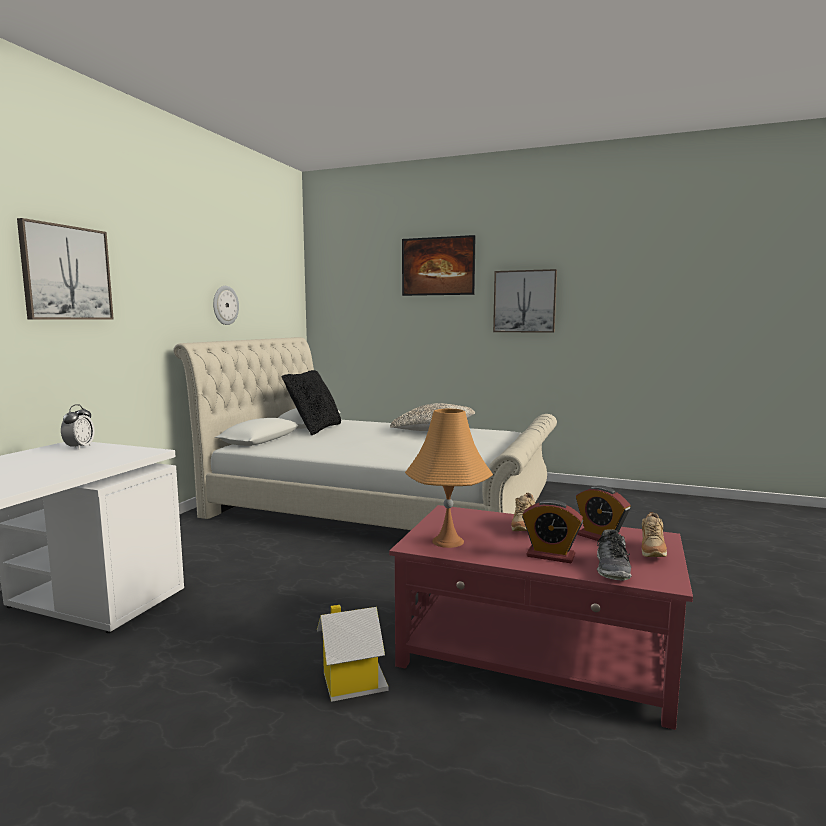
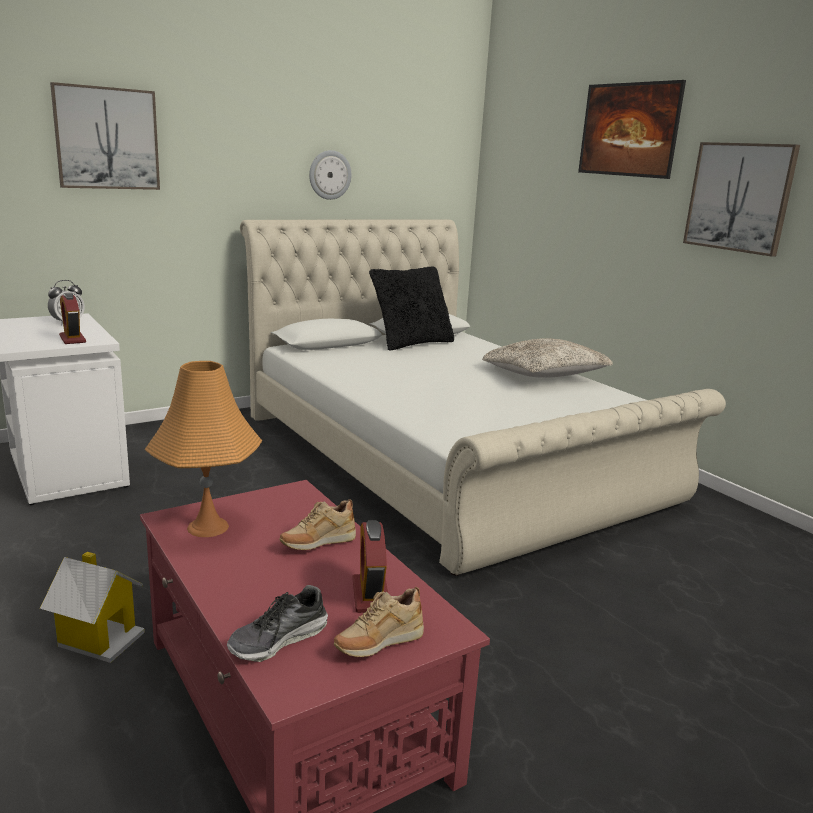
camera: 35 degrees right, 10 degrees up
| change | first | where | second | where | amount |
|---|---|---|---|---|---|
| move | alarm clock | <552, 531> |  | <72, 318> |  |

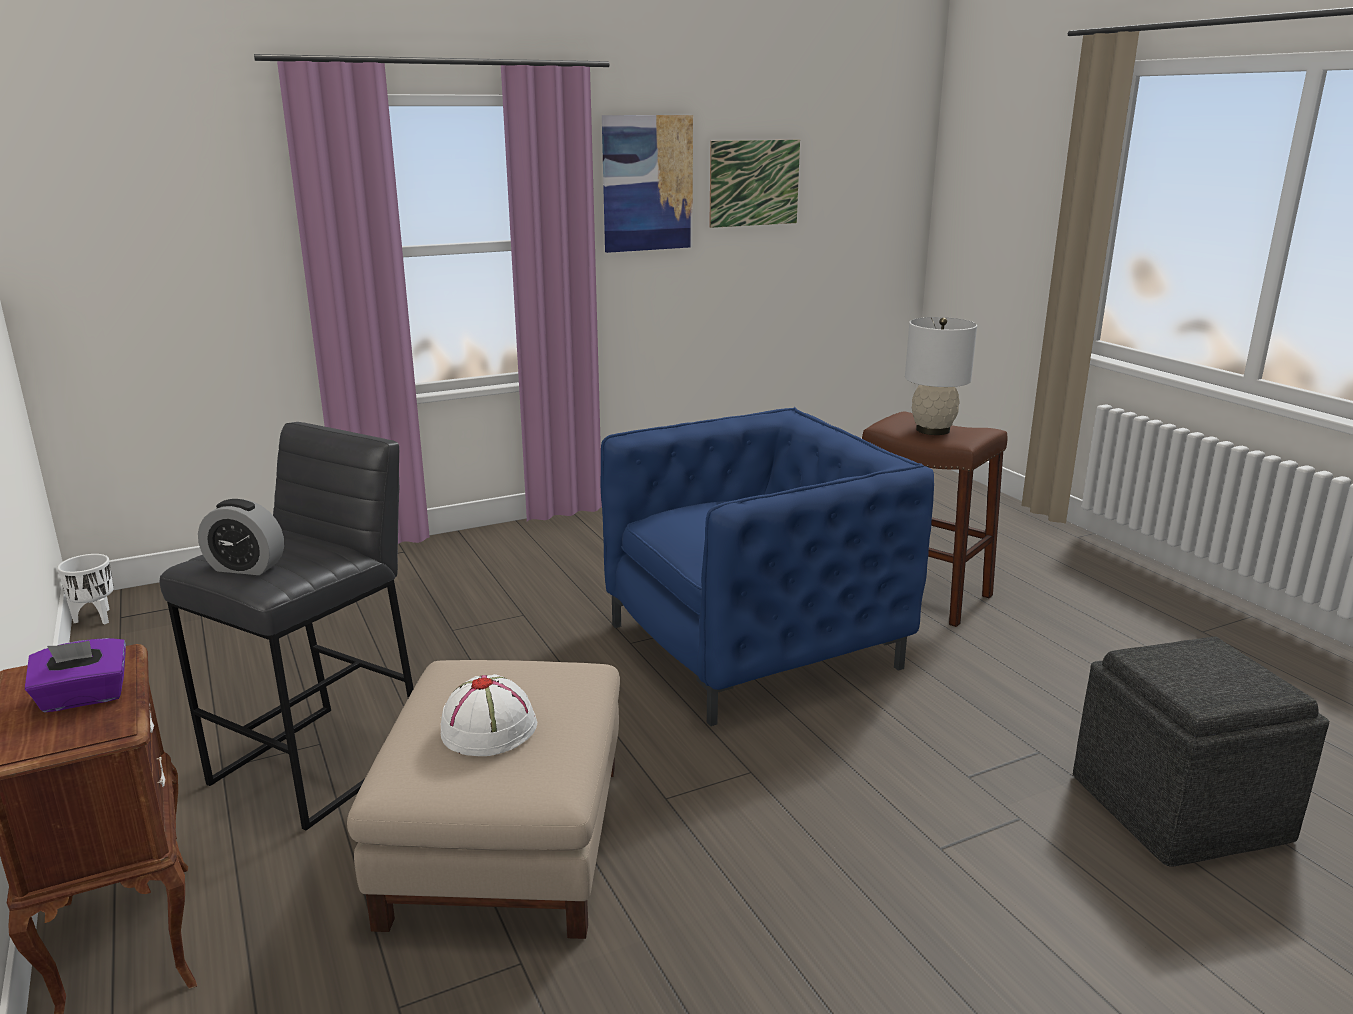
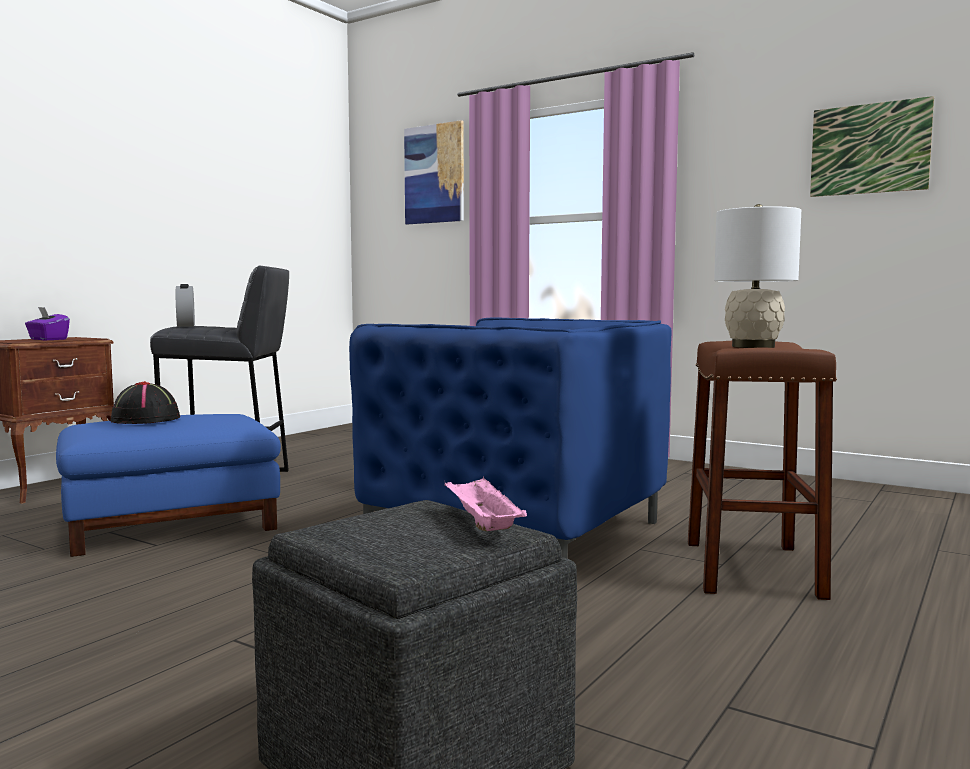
camera: 60 degrees right, 15 degrees down
| change | first | where | second | where | amount |
|---|---|---|---|---|---|
| delete | planter (white) | <85, 589> |  |  |  |
| recolor | ottoman (beige) | <483, 799> | ottoman (blue) | <168, 485> |  |
| recolor | hat (white) | <489, 715> | hat (black) | <145, 402> |  |
| move | picture | <647, 184> |  | <434, 172> |  |
| insert |  |  | tray (pink) | <485, 503> |  |

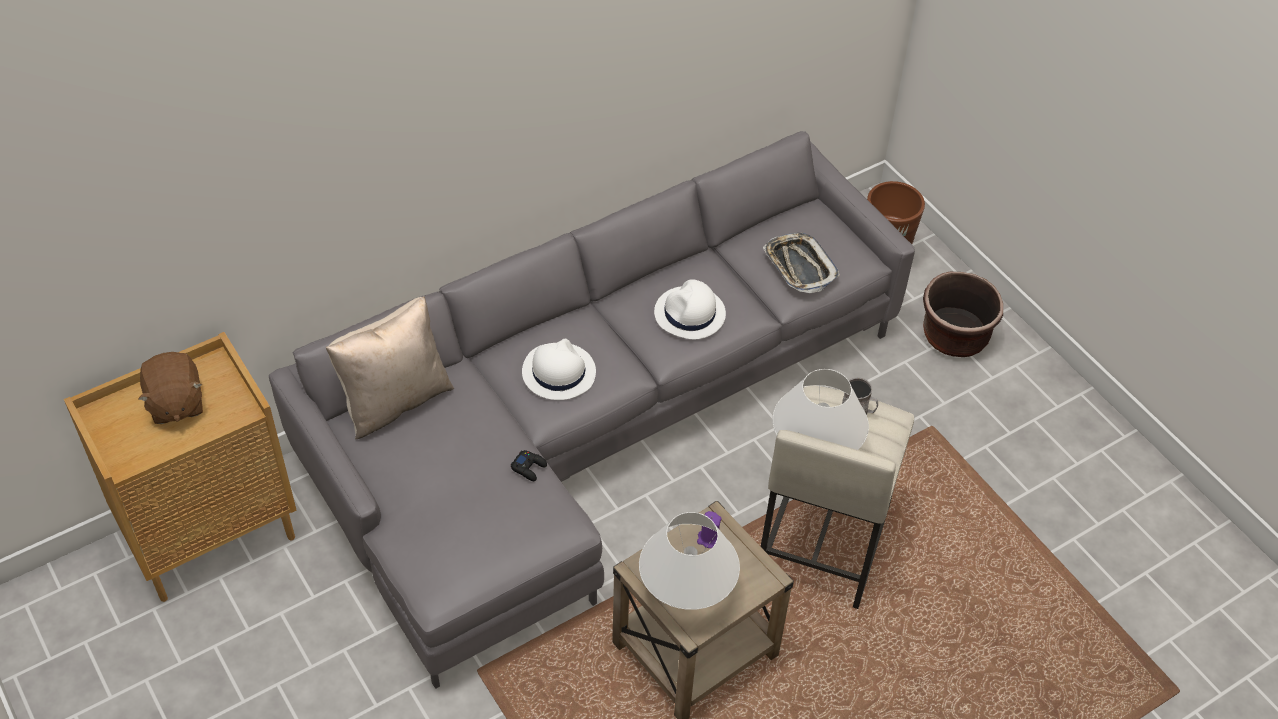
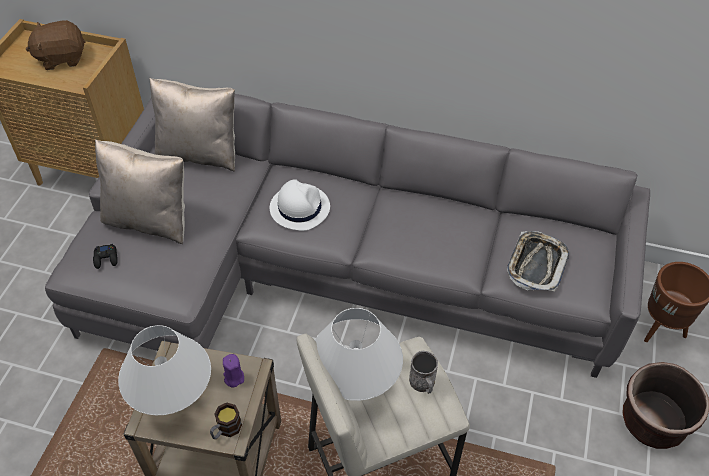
camera: 50 degrees right, 0 degrees up
| change | first | where | second | where | amount |
|---|---|---|---|---|---|
| rotate | plush toy (brown) | <170, 388> |  | <55, 45> | 45 degrees clockwise |
| move | game controller (black) | <529, 465> |  | <105, 256> |  |
| delete | hat (white) | <690, 309> |  |  |  |
| insert |  |  | pillow (beige) | <140, 191> |  |
| insert |  |  | mug | <226, 420> |  |

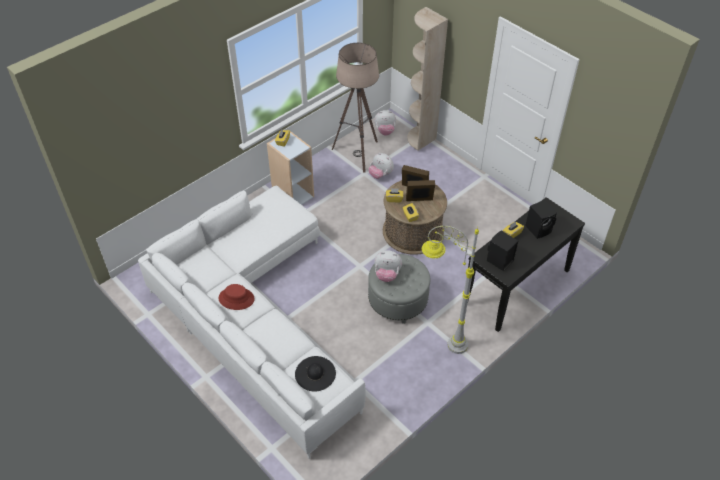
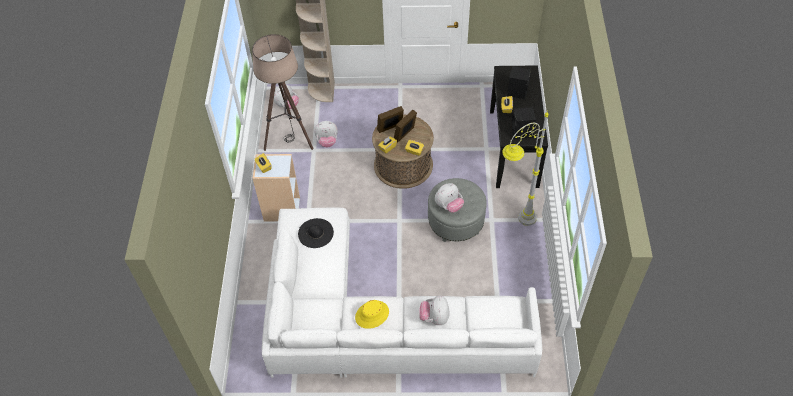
camera: 45 degrees left, 5 degrees up
| change | first | where | second | where | amount |
|---|---|---|---|---|---|
| recolor | hat (red) | <237, 297> | hat (yellow) | <372, 314> |  |
| move | hat (black) | <315, 374> |  | <316, 233> |  |
| insert |  |  | plush toy | <434, 310> |  |

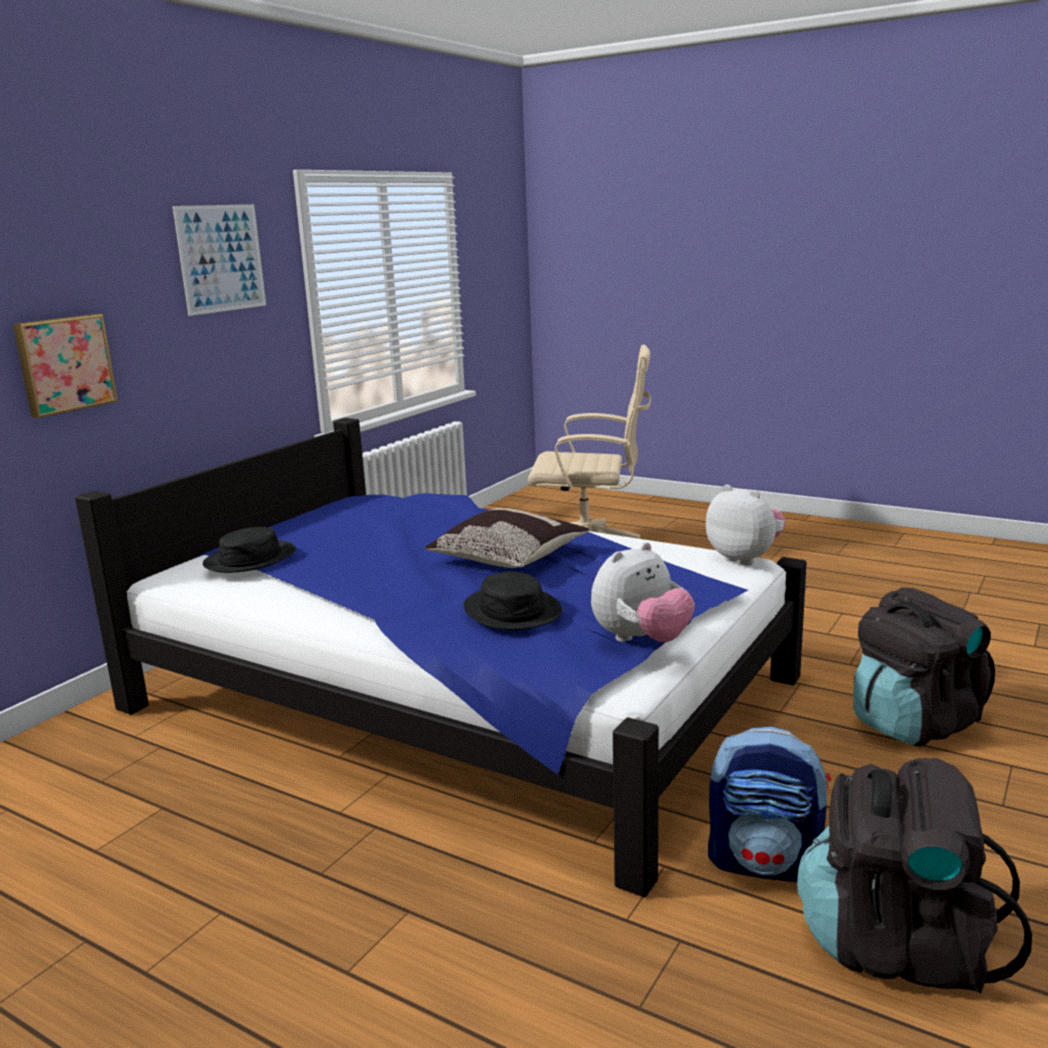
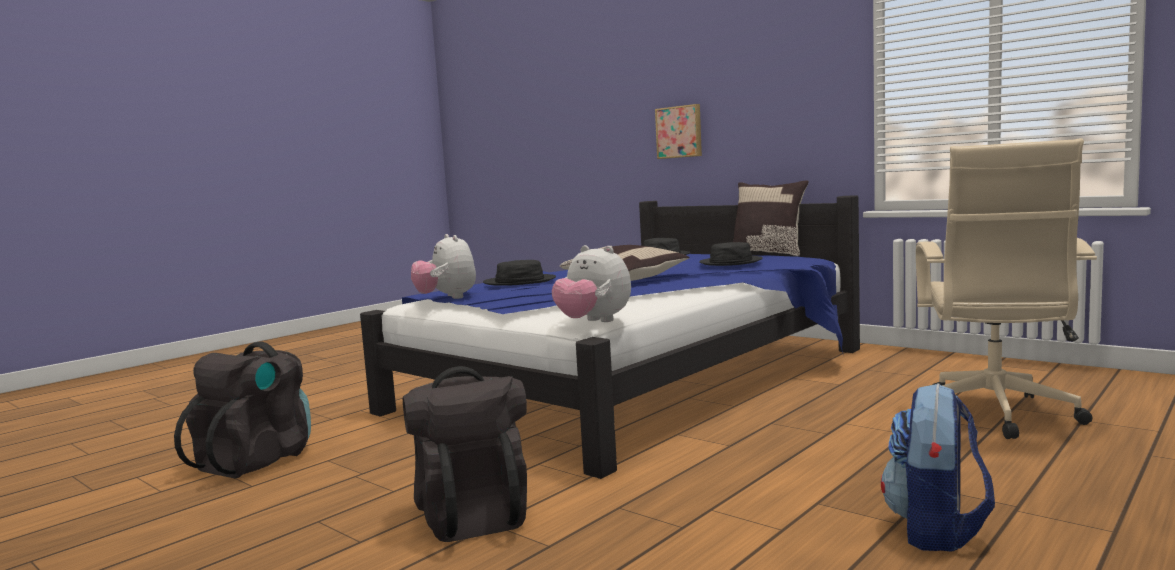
camera: 100 degrees right, 10 degrees down
| change | first | where | second | where | amount |
|---|---|---|---|---|---|
| delete | picture | <219, 260> |  |  |  |
| rotate | plush toy | <746, 525> |  | <591, 283> | 75 degrees clockwise |
| move | backpack | <769, 804> |  | <938, 467> |  |
| insert |  |  | hat (black) | <731, 254> |  |
| insert |  |  | pillow | <771, 218> |  |

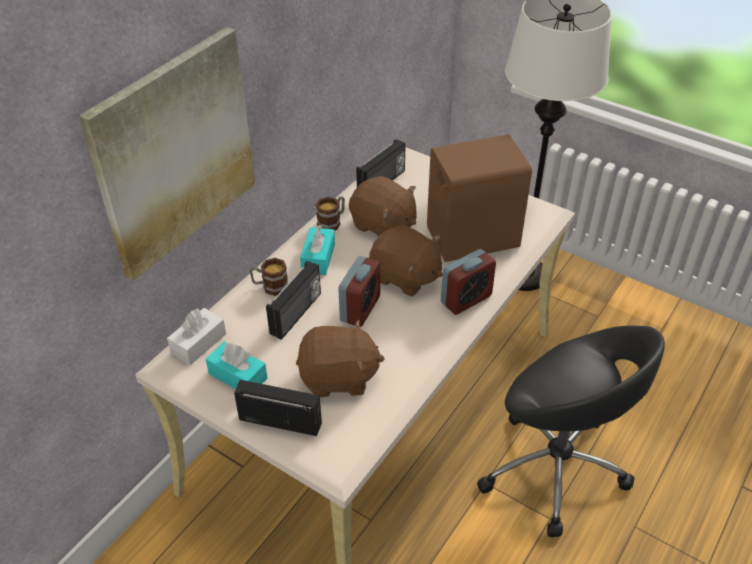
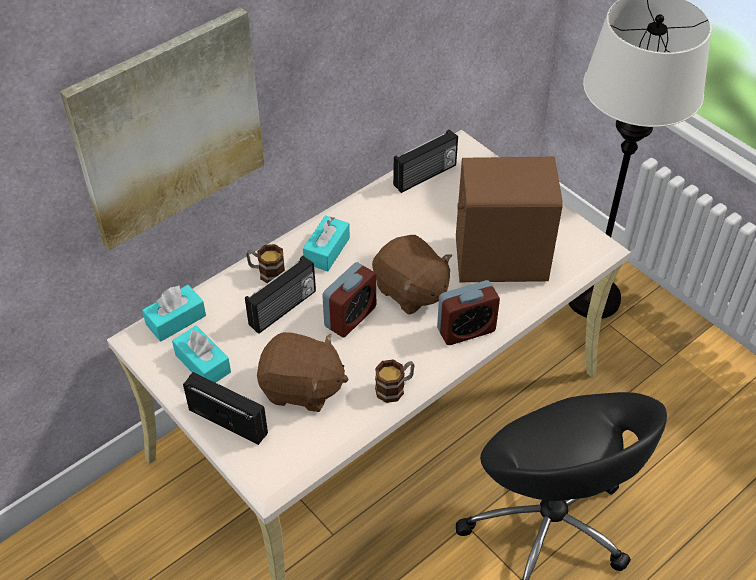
camera: 15 degrees right, 5 degrees up
| change | first | where | second | where | amount |
|---|---|---|---|---|---|
| recolor | tissue box (white) | <196, 336> | tissue box (turquoise) | <174, 313> |  |
| move | mug | <330, 213> |  | <395, 381> |  |
| delete | plush toy (brown) | <383, 206> |  |  |  |

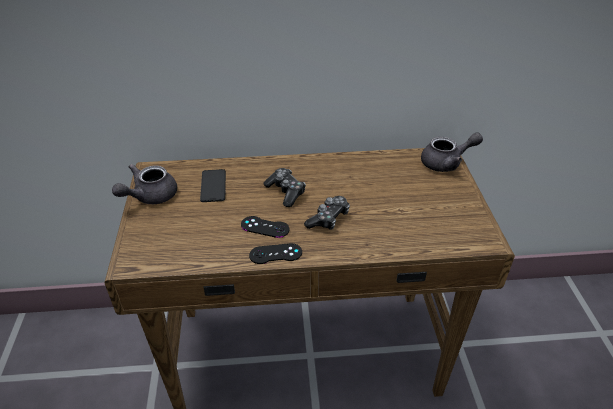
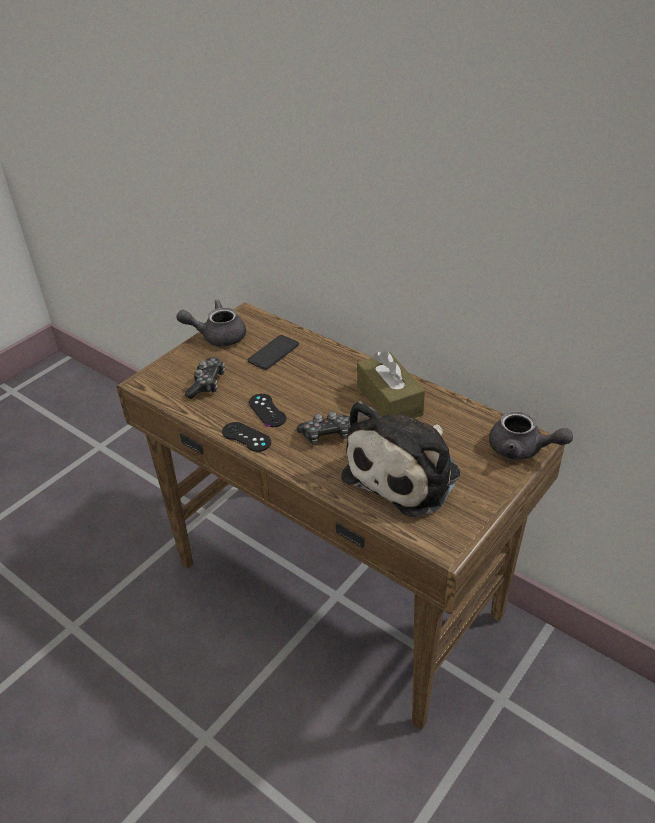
camera: 45 degrees right, 0 degrees up
| change | first | where | second | where | amount |
|---|---|---|---|---|---|
| move | game controller | <284, 187> |  | <205, 378> |  |
| insert |  |  | plush toy | <400, 459> |  |
| insert |  |  | tissue box (brown) | <391, 384> |  |

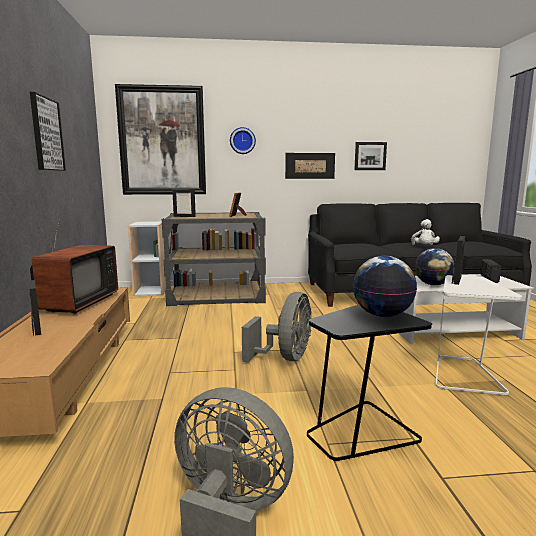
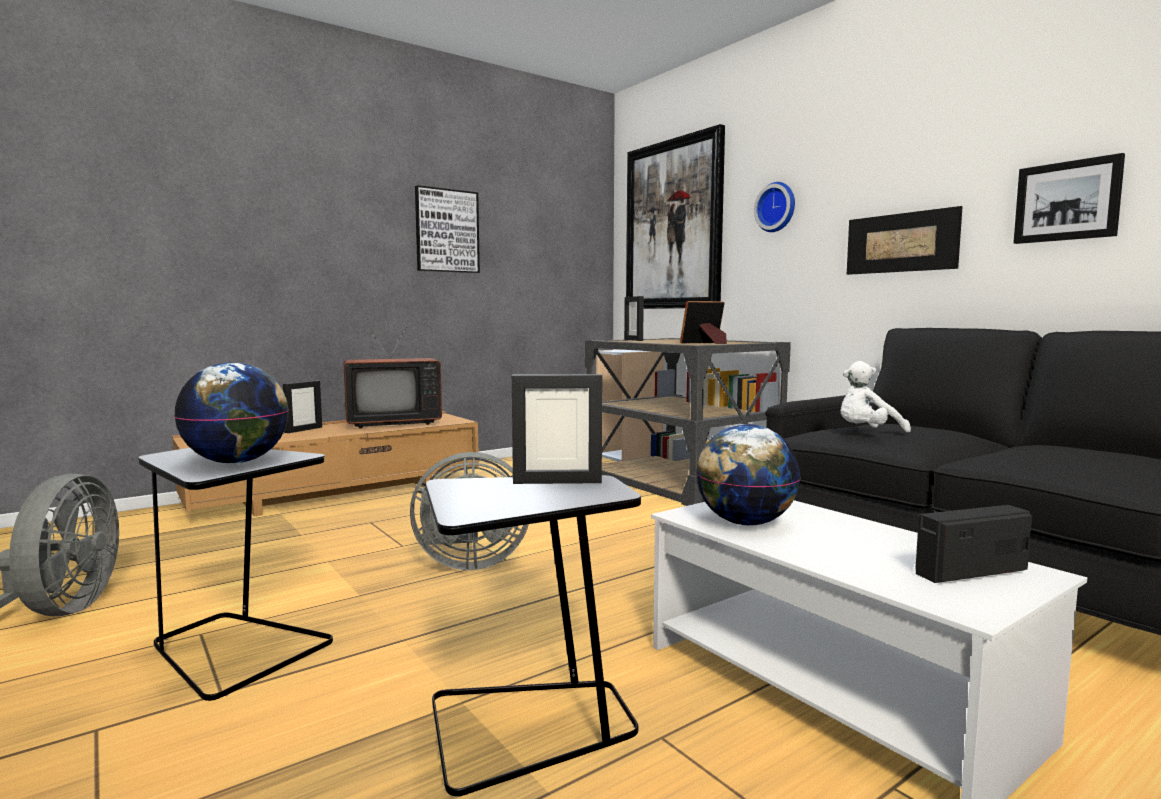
camera: 60 degrees right, 5 degrees down
| change | first | where | second | where | amount |
|---|---|---|---|---|---|
| move | plush toy (white) | <425, 232> |  | <875, 397> |  |
| recolor | side table (white) | <478, 335> | side table (black) | <533, 635> |  |

